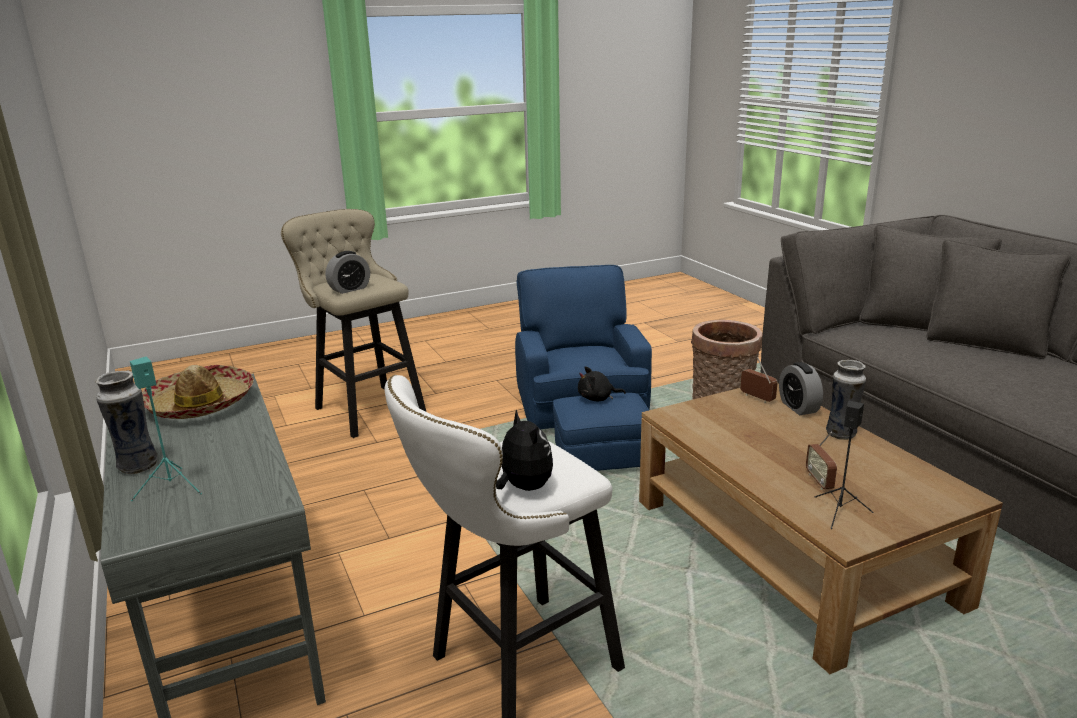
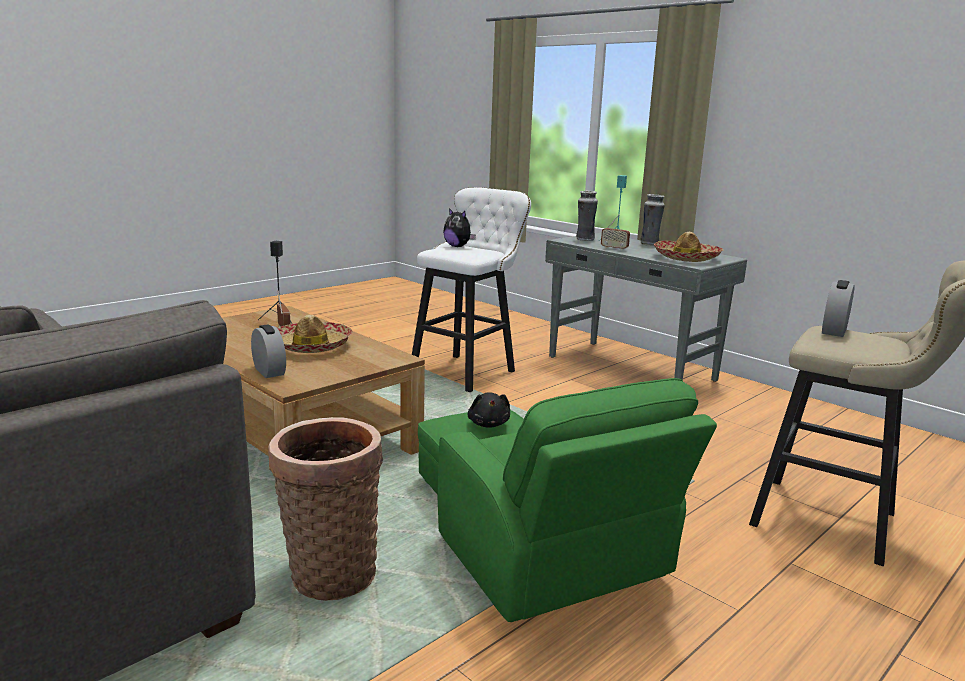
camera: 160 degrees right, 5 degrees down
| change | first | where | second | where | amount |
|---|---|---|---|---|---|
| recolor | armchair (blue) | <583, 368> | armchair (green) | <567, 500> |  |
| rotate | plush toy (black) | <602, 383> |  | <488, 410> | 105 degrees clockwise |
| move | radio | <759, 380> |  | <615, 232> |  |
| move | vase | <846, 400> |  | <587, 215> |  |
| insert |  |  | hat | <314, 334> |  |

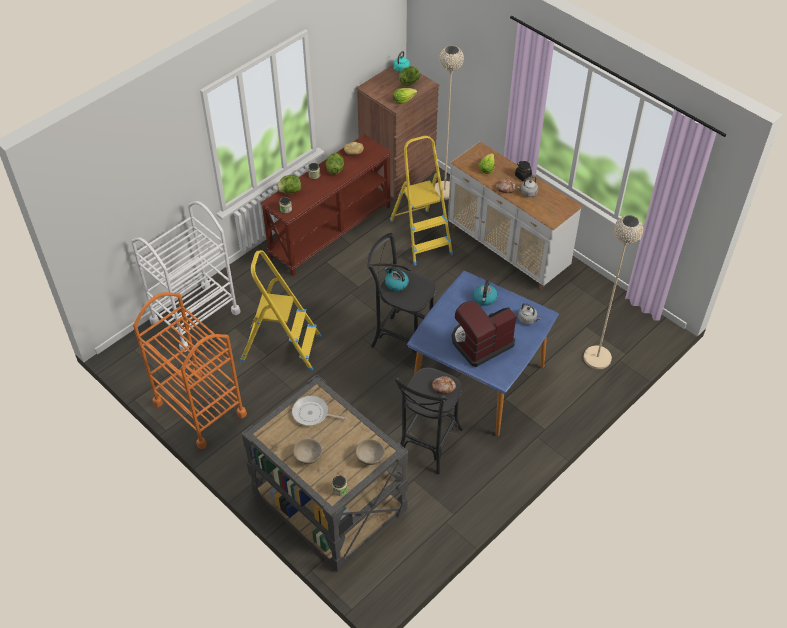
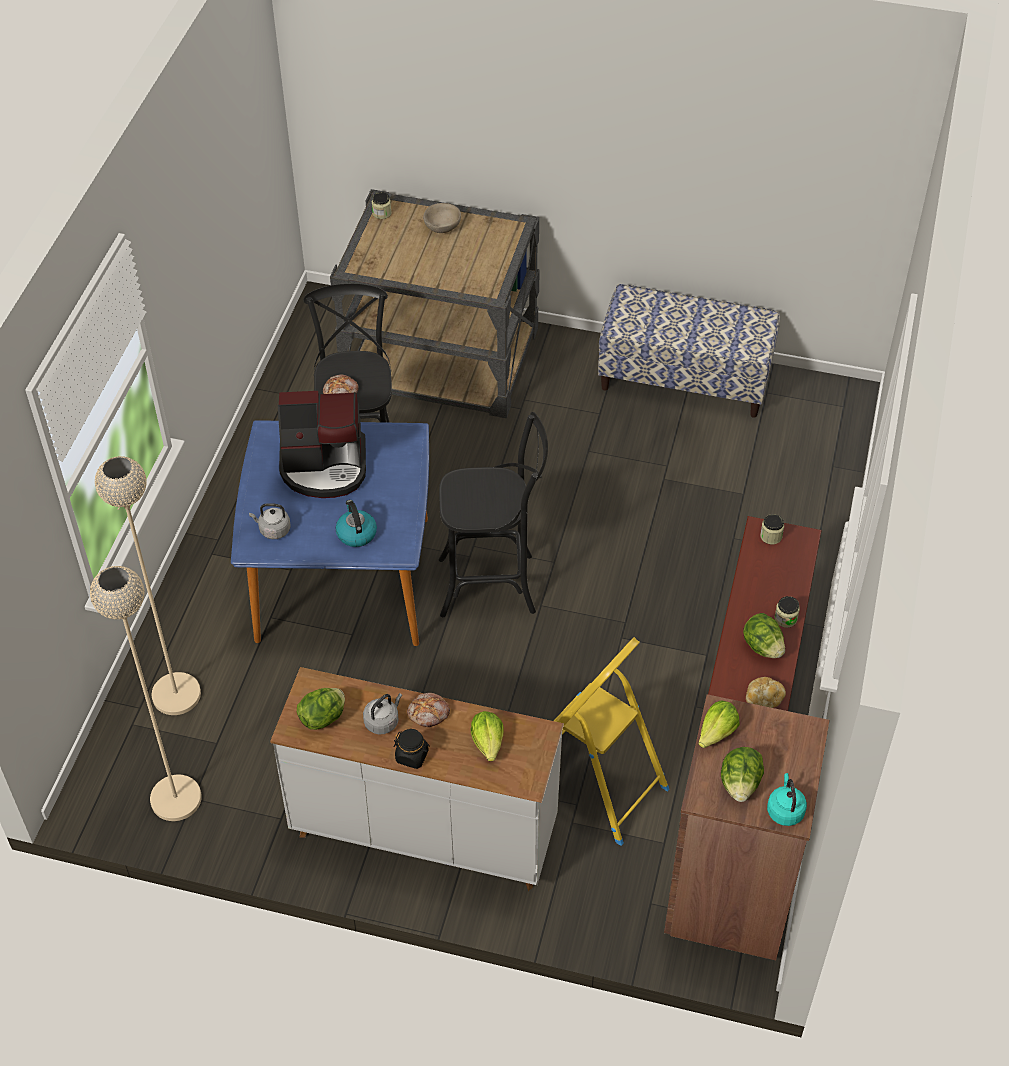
camera: 150 degrees right, 0 degrees up
| change | first | where | second | where | amount |
|---|---|---|---|---|---|
| delete | cart (white) | <186, 276> |  |  |  |
| replace | cart (orange) | <190, 370> | bench | <689, 351> |  |
| delete | step ladder (yellow) | <281, 310> |  |  |  |
| move | lettuce | <289, 184> |  | <321, 709> |  |
| delete | frying pan | <319, 411> |  |  |  |
| delete | bowl (beige) | <370, 452> |  |  |  |
| delete | kettle | <397, 279> |  |  |  |
| move | floor lamp (beige) | <449, 123> |  | <146, 693> |  |
| rotate | coffee machine | <484, 334> |  | <322, 444> | 60 degrees clockwise |

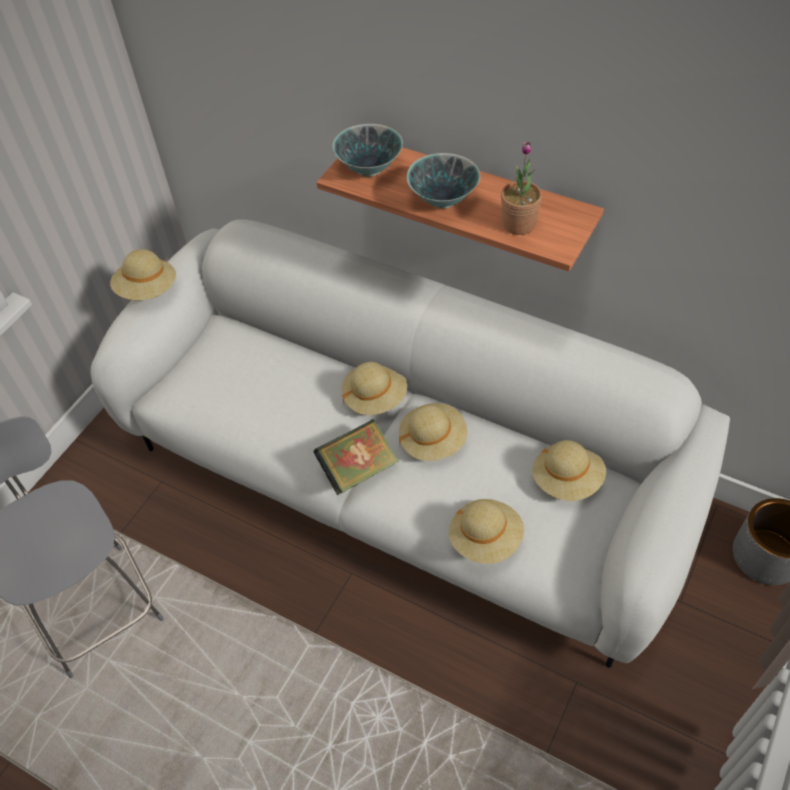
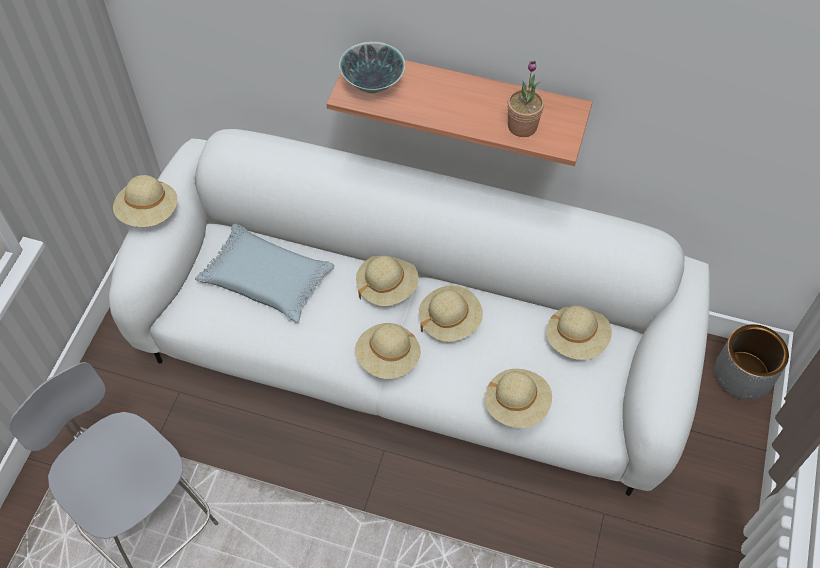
camera: 15 degrees left, 5 degrees up
| change | first | where | second | where | amount |
|---|---|---|---|---|---|
| replace | book | <356, 457> | hat (beige) | <388, 351> |  |
| delete | bowl | <443, 181> |  |  |  |
| insert |  |  | pillow (blue) | <264, 273> |  |

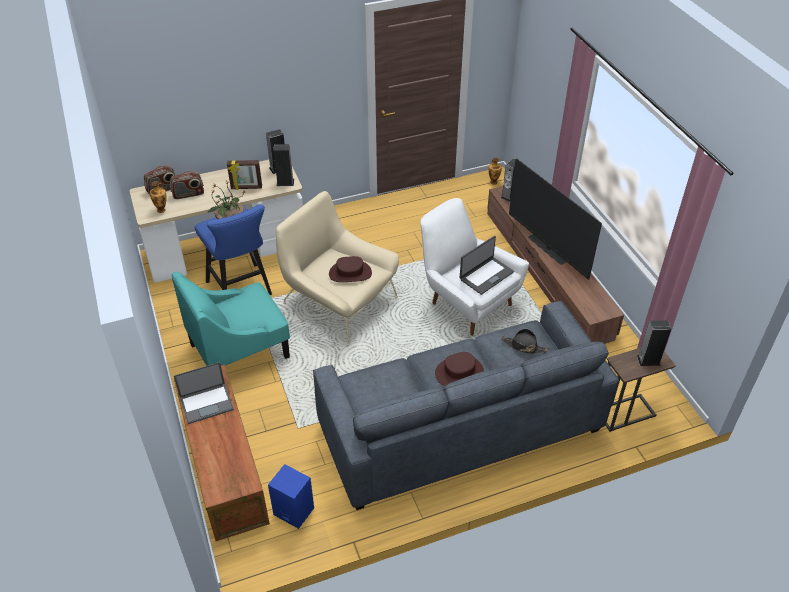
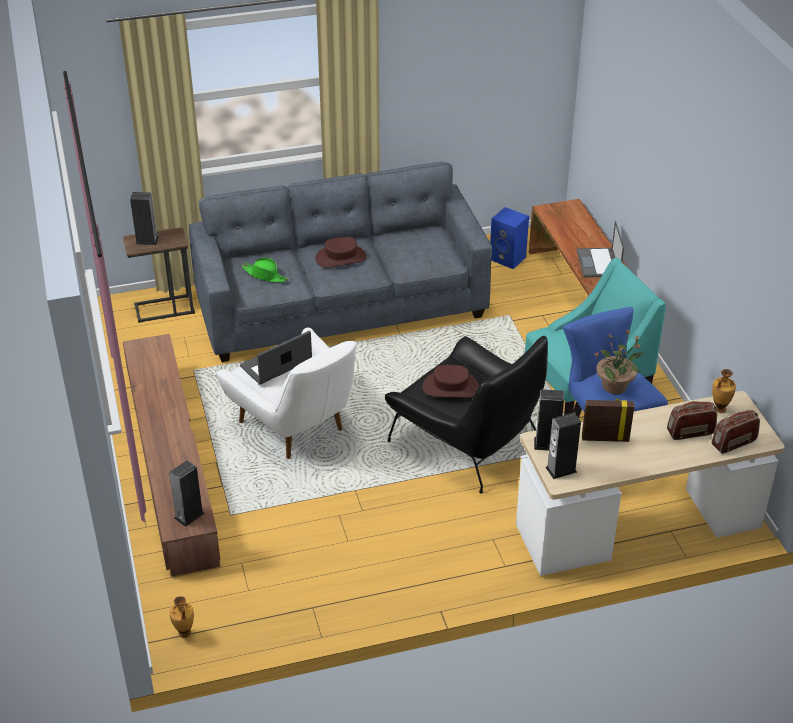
camera: 175 degrees left, 5 degrees down
| change | first | where | second | where | amount |
|---|---|---|---|---|---|
| rotate | laptop | <204, 393> |  | <600, 249> | 75 degrees counterclockwise |
| recolor | armchair (beige) | <337, 267> | armchair (black) | <466, 415> |  |
| recolor | hat (black) | <525, 341> | hat (green) | <264, 270> |  |
| delete | television | <555, 219> |  |  |  |

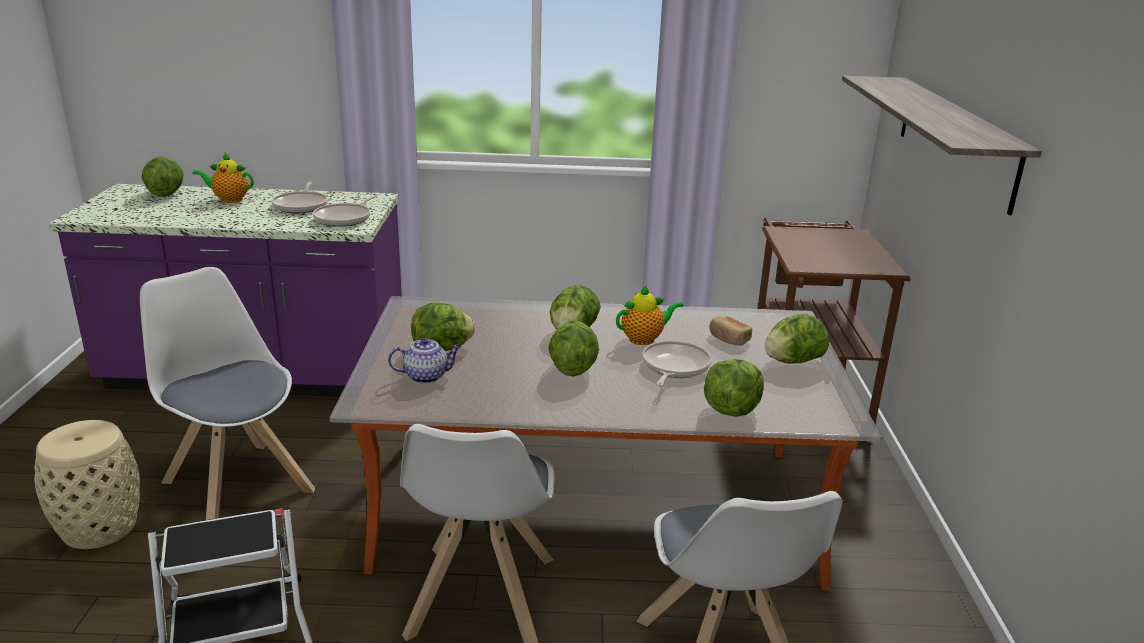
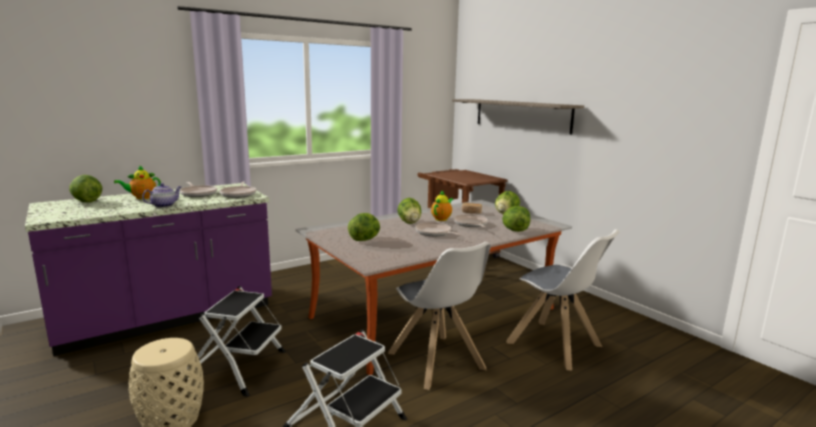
camera: 35 degrees left, 10 degrees down
| change | first | where | second | where | amount |
|---|---|---|---|---|---|
| replace | chair | <227, 393> | step ladder | <236, 341> |  |
| move | teapot | <424, 360> |  | <161, 195> |  |
| replace | lettuce | <573, 348> | frying pan | <438, 229> |  |

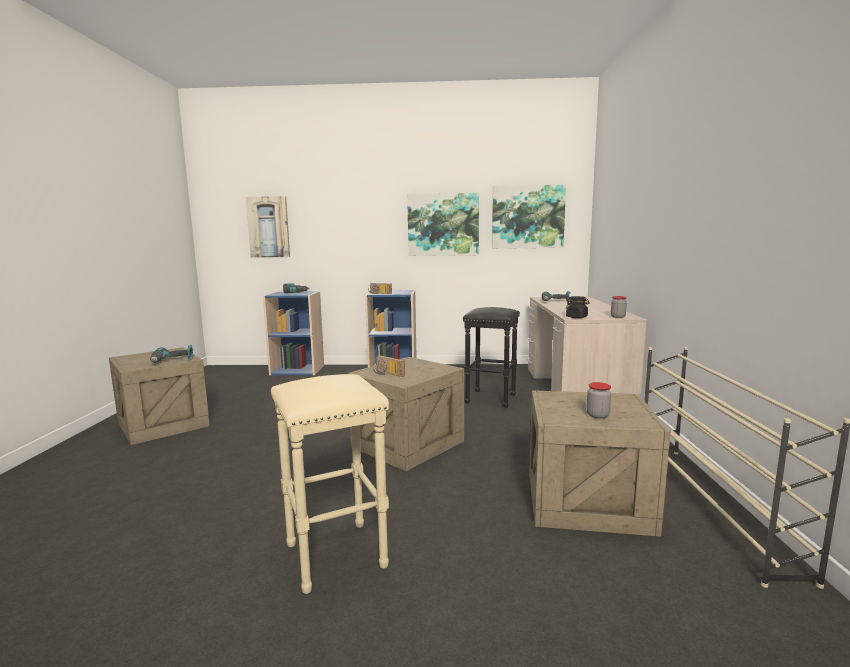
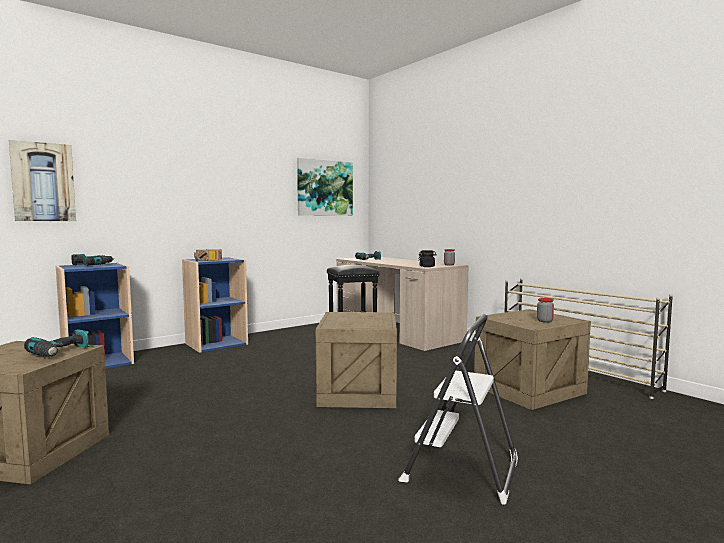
camera: 40 degrees left, 5 degrees down
| change | first | where | second | where | amount |
|---|---|---|---|---|---|
| replace | stool (beige) | <330, 484> | step ladder (white) | <458, 409> |  |
| delete | radio | <389, 366> |  |  |  |
| delete | picture | <443, 224> |  |  |  |

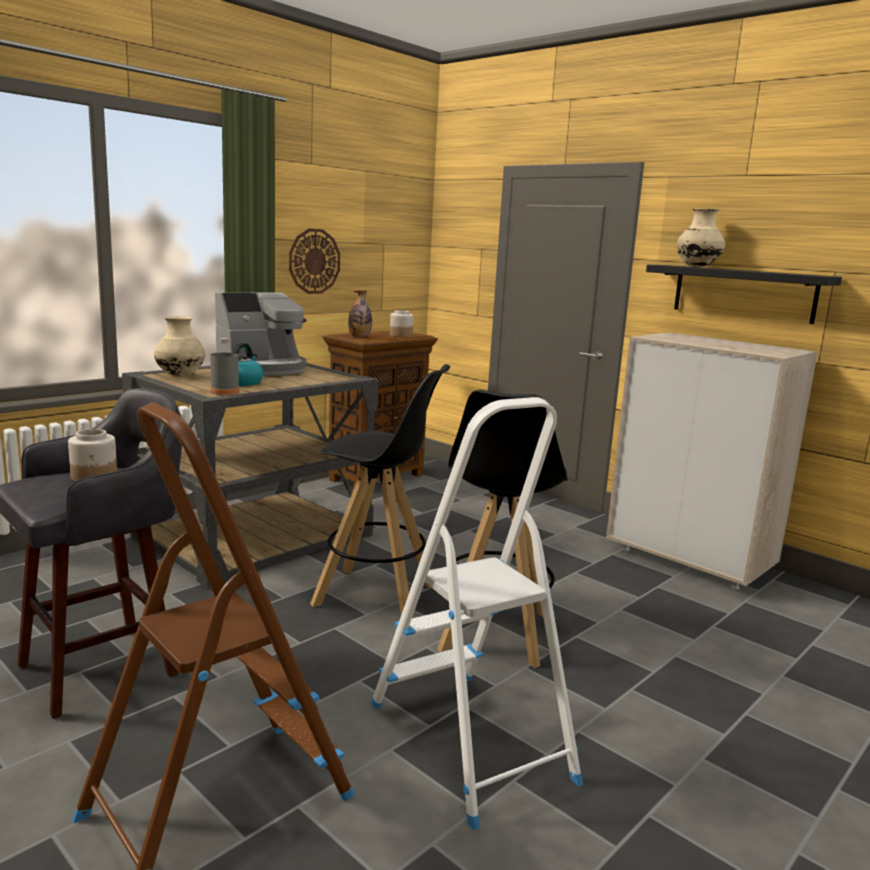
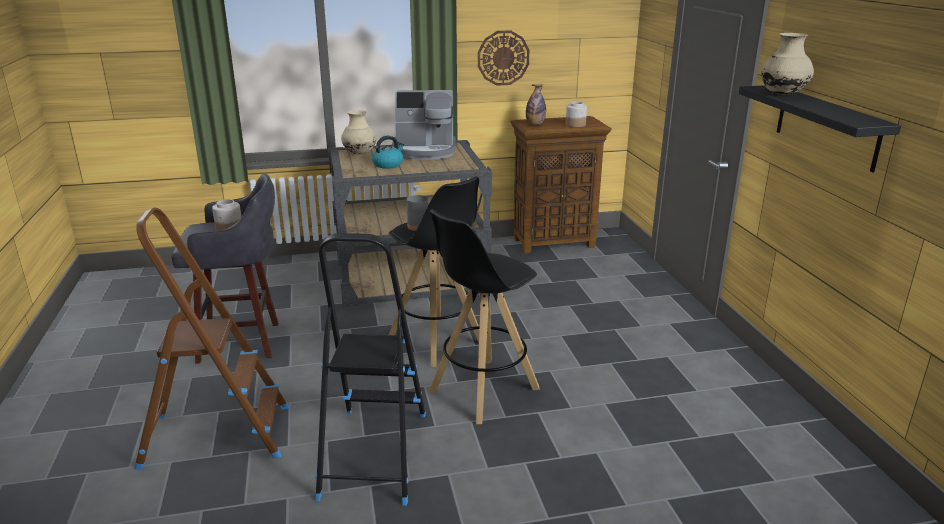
camera: 35 degrees right, 10 degrees up
| change | first | where | second | where | amount |
|---|---|---|---|---|---|
| move | bottle (grey) | <224, 366> |  | <417, 208> |  |
| recolor | step ladder (white) | <477, 613> | step ladder (black) | <370, 369> |  |
| delete | cabinet (beige) | <712, 461> |  |  |  |

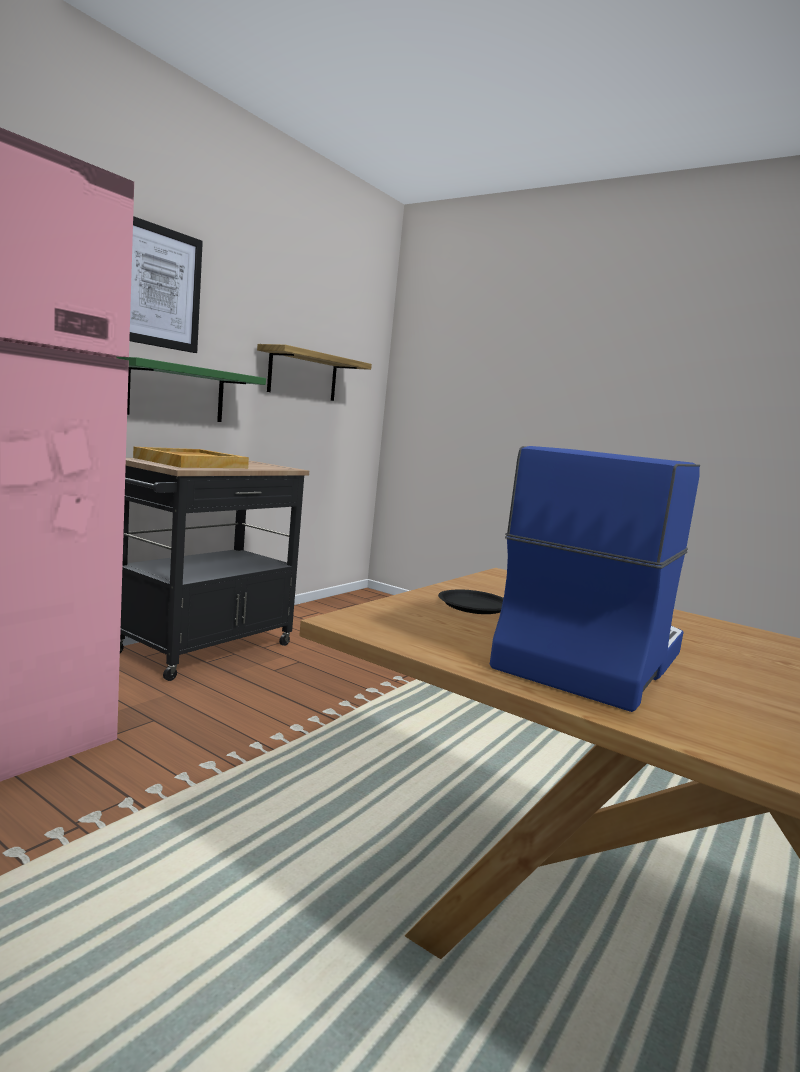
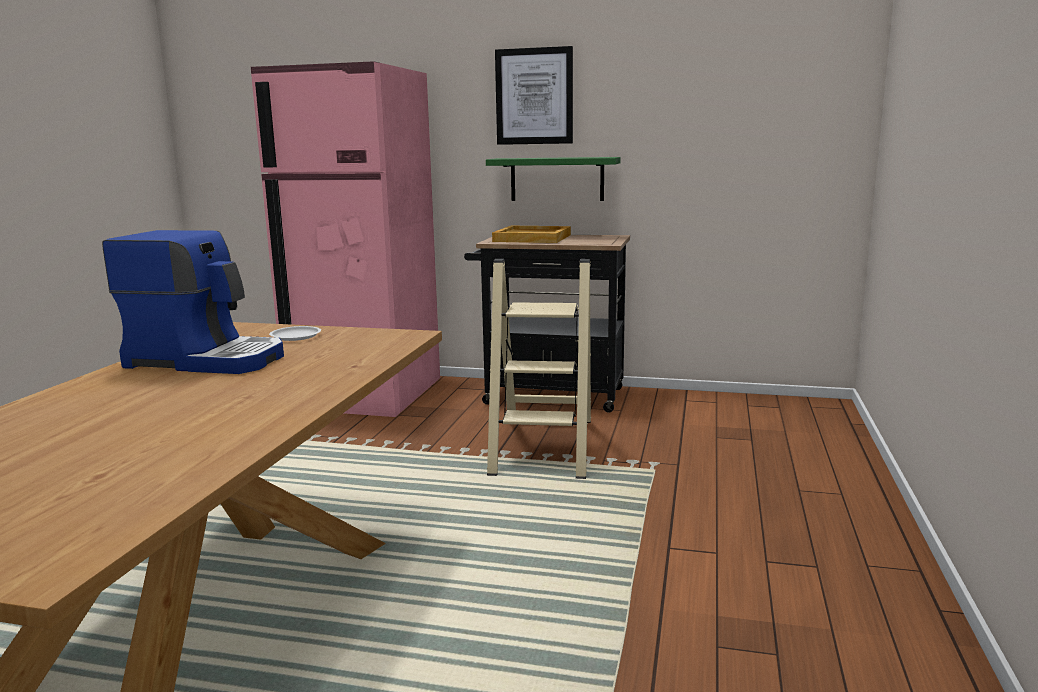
camera: 70 degrees right, 5 degrees up
| change | first | where | second | where | amount |
|---|---|---|---|---|---|
| delete | shelf | <314, 372> |  |  |  |
| recolor | plate (black) | <470, 601> | plate (white) | <295, 333> |  |
| insert |  |  | step ladder (beige) | <539, 369> |  |

